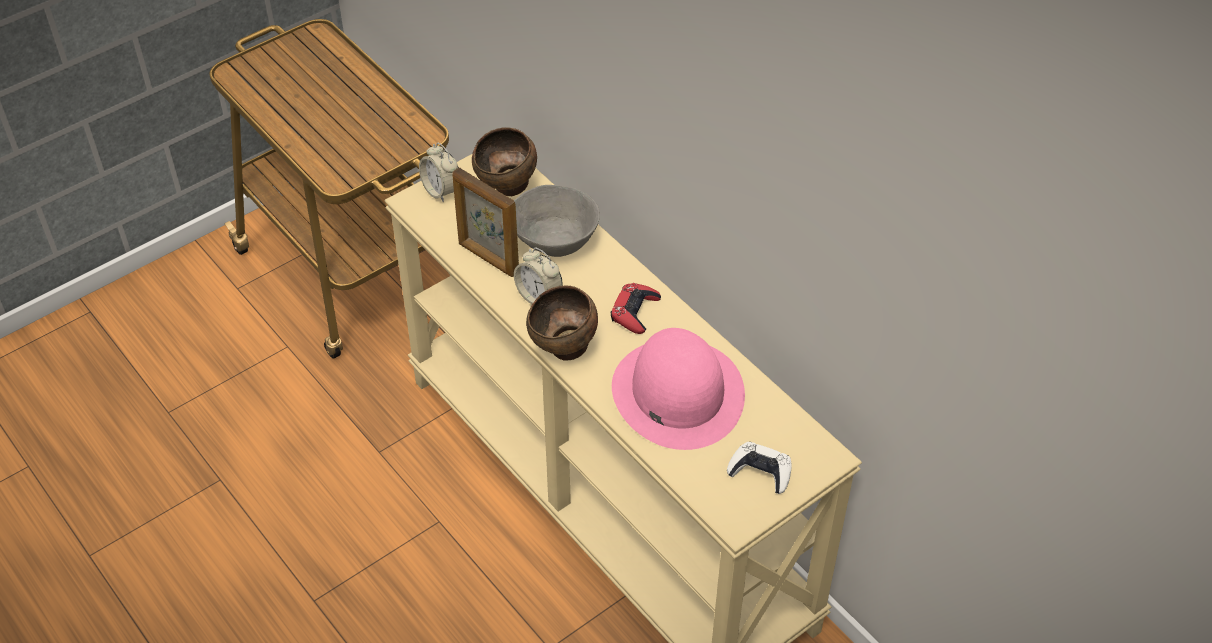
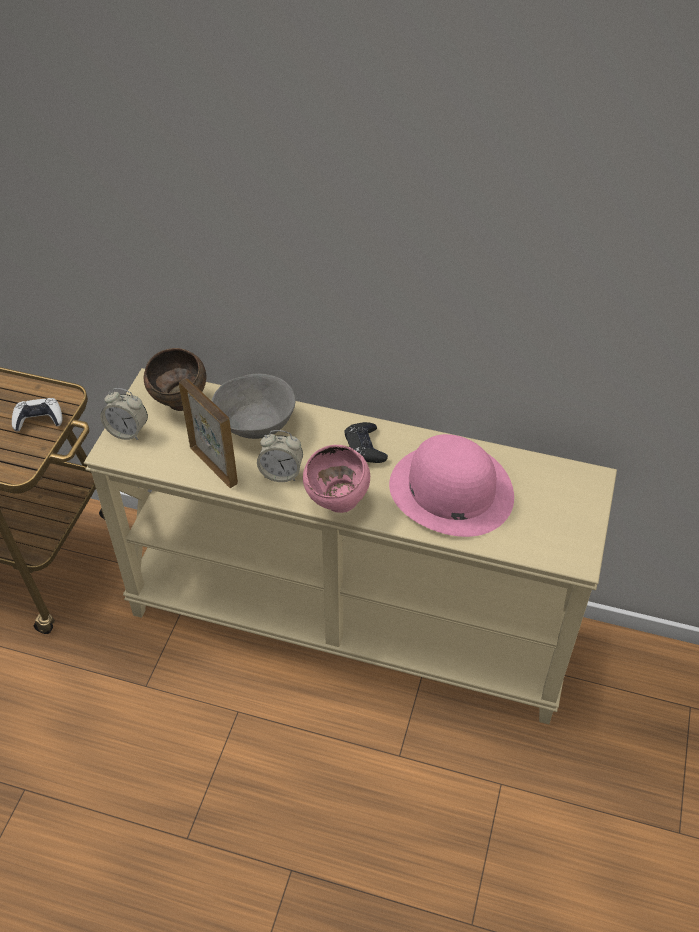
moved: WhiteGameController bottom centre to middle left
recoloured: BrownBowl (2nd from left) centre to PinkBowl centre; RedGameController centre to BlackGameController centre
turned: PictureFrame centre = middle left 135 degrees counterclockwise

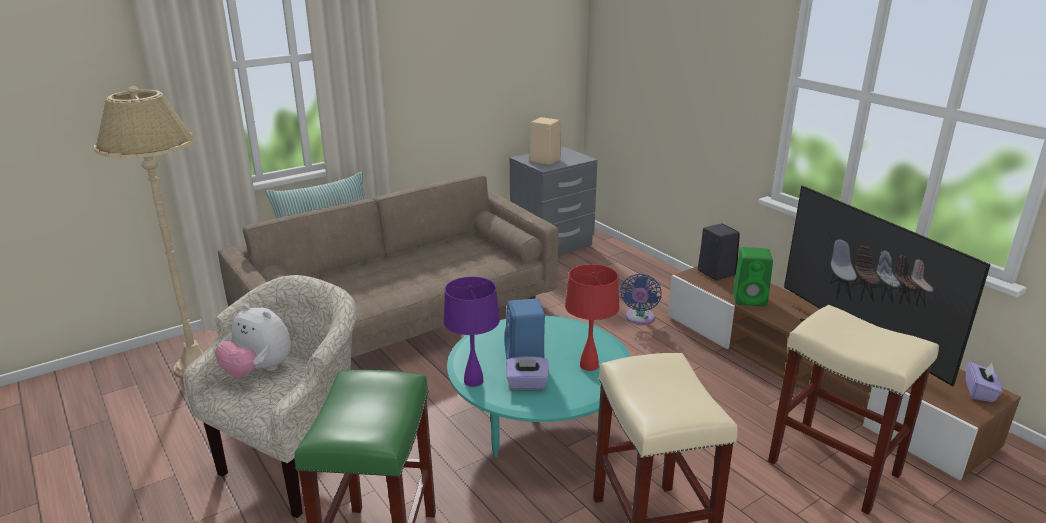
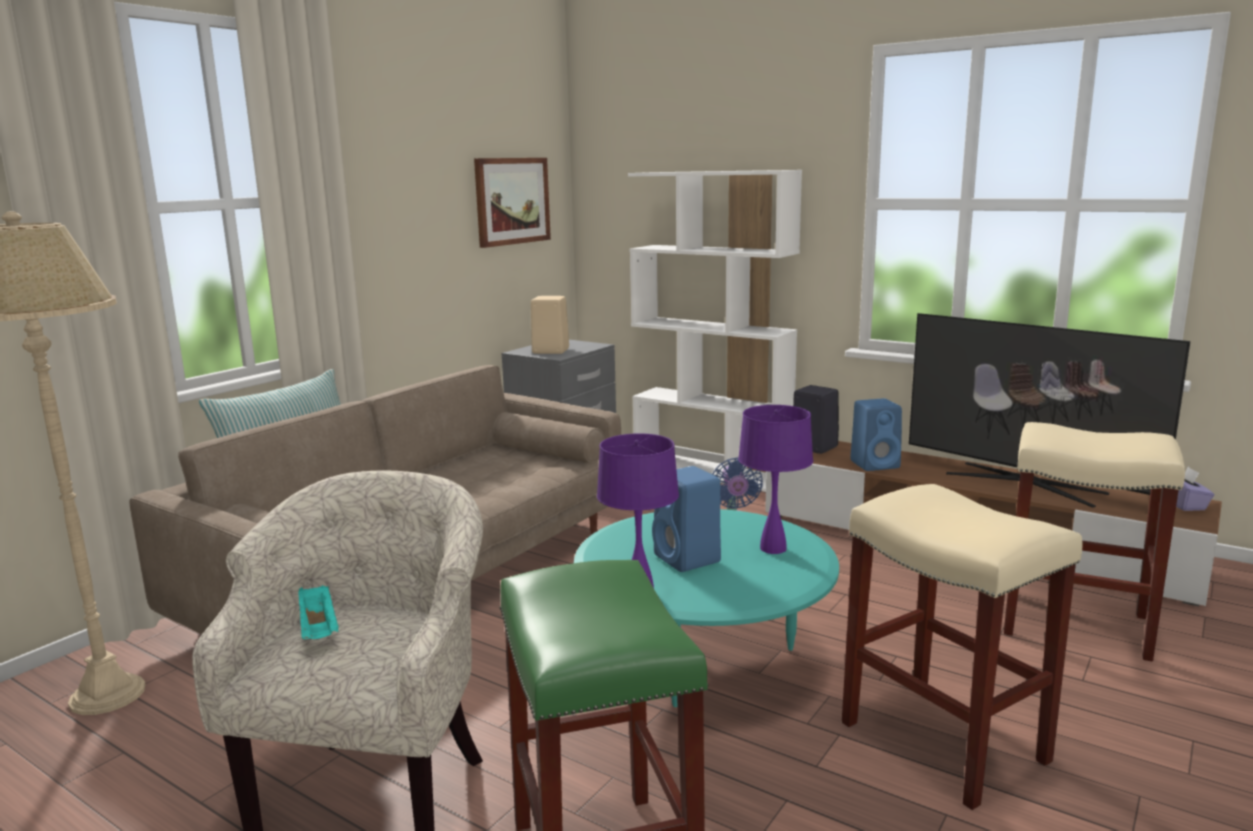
removed: PurpleTissueBox (1st from left) bottom centre
added: Picture top centre; WhiteBookcase centre
replaced: PlushToy middle left to TurquoiseTray bottom left
recoloured: RedTableLamp centre to PurpleTableLamp (2nd from left) centre; GreenSpeaker middle right to BlueSpeaker (2nd from left) middle right

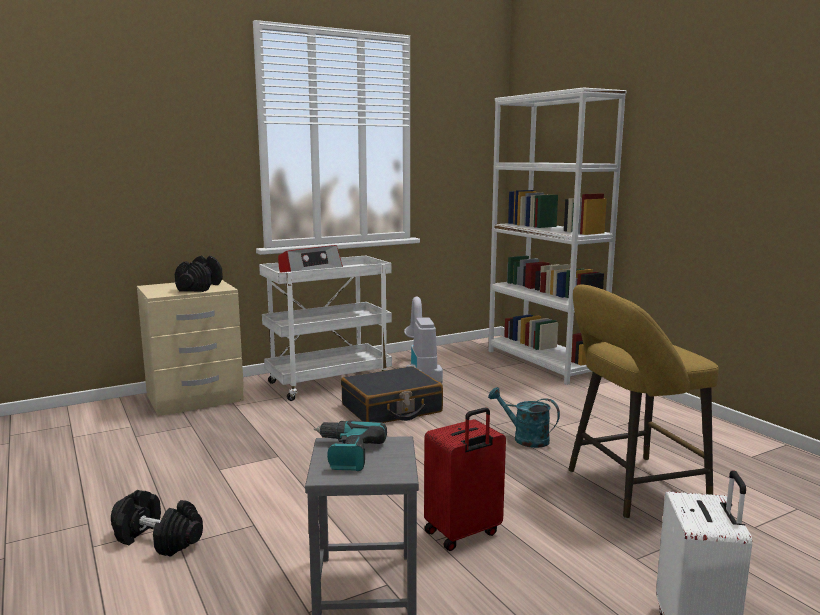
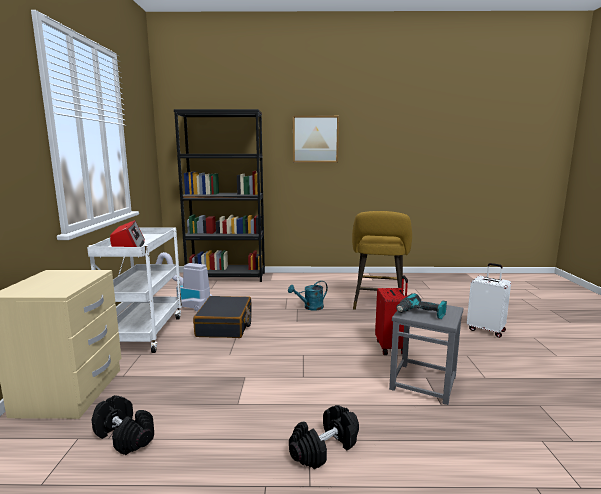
added: Picture top centre
moved: BlackDumbbell (2nd from left in the first image) middle left to BlackDumbbell (1st from left) bottom left
recoloured: WhiteBookcase middle right to BlackBookcase centre

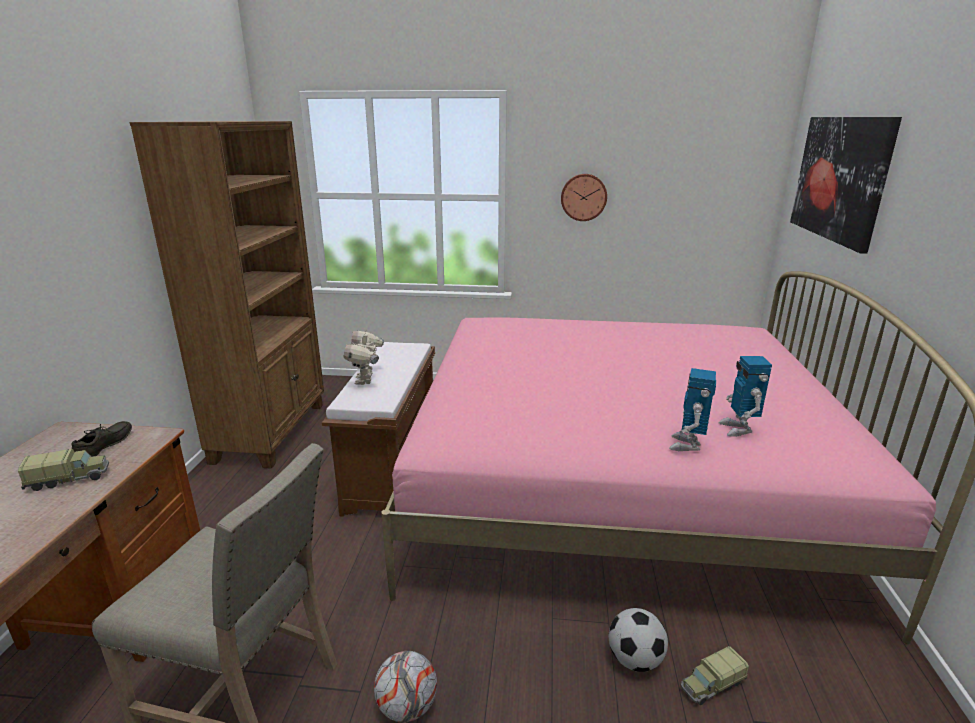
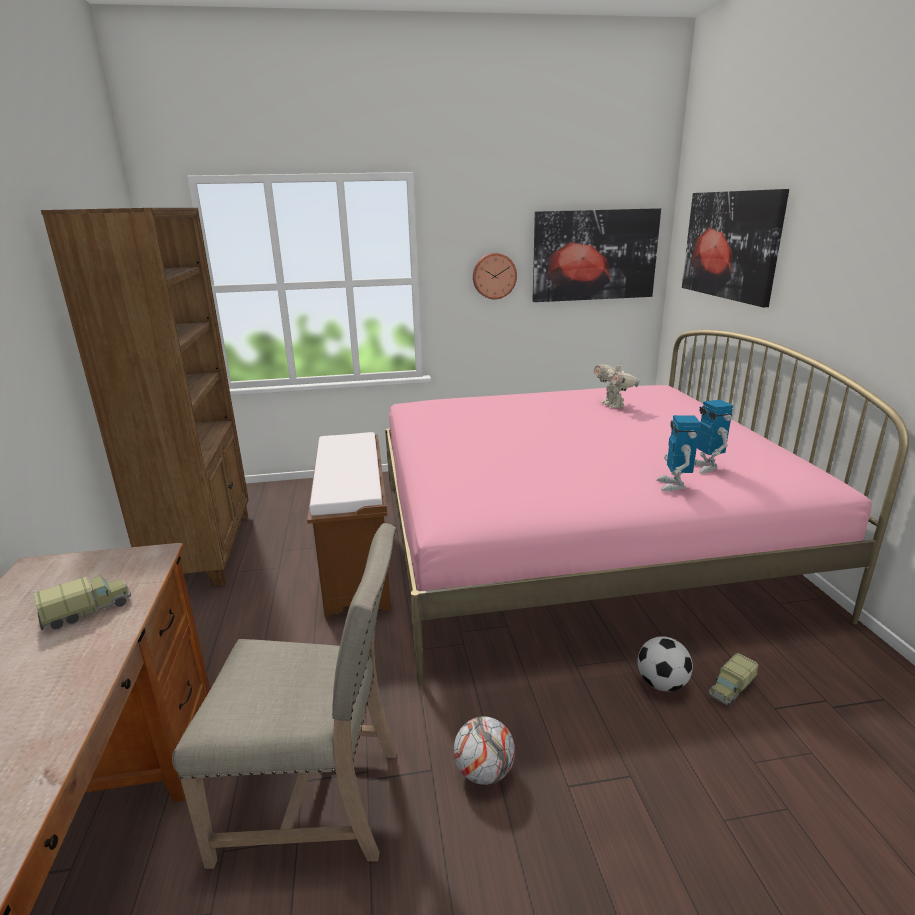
removed: GreyShoe middle left
added: Picture (1st from left) top centre
moved: ToyRobot (1st from left) centre to middle right

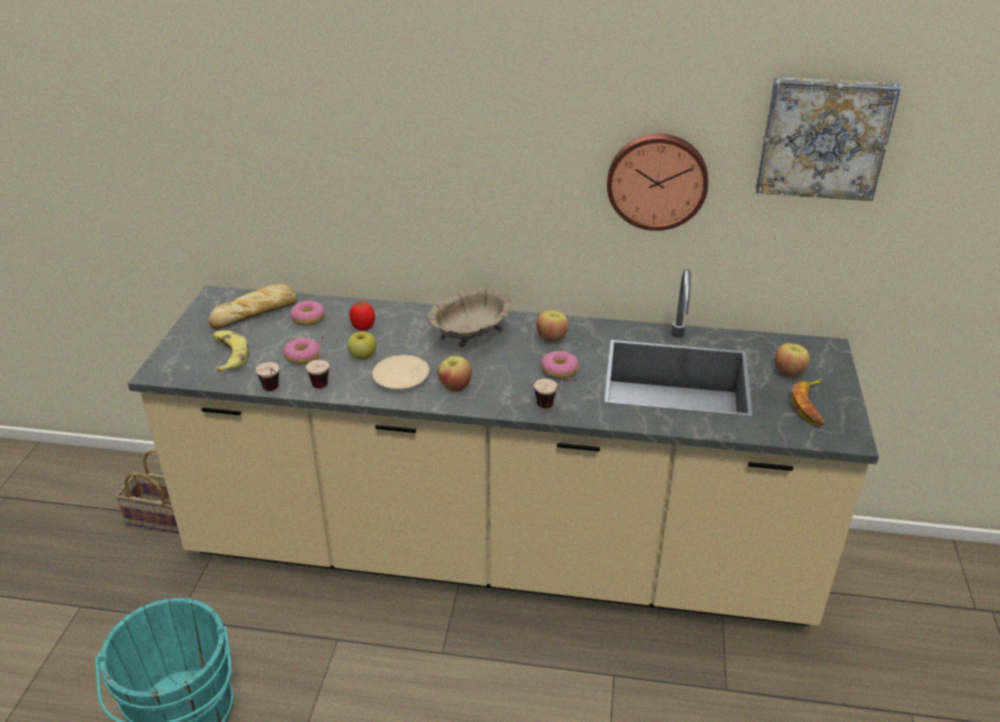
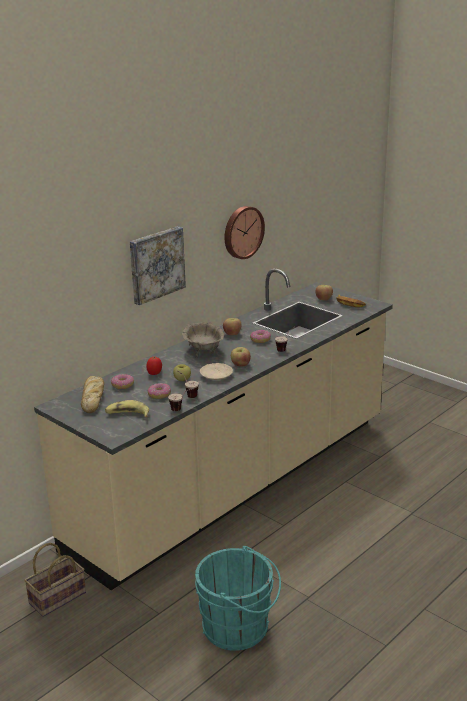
moved: Picture top right to centre

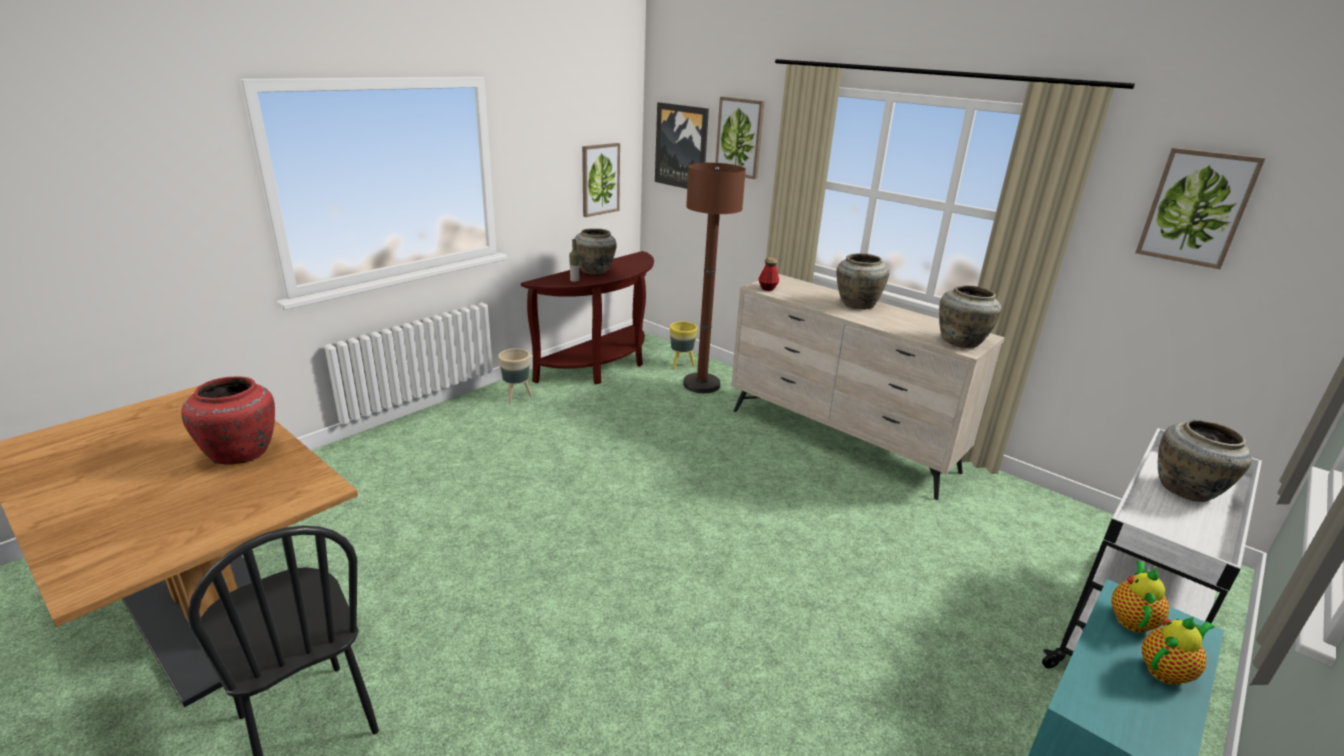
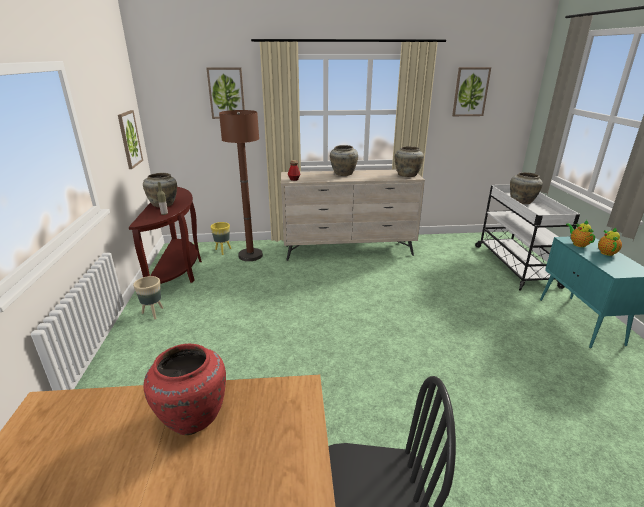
removed: Picture (2nd from left) top centre

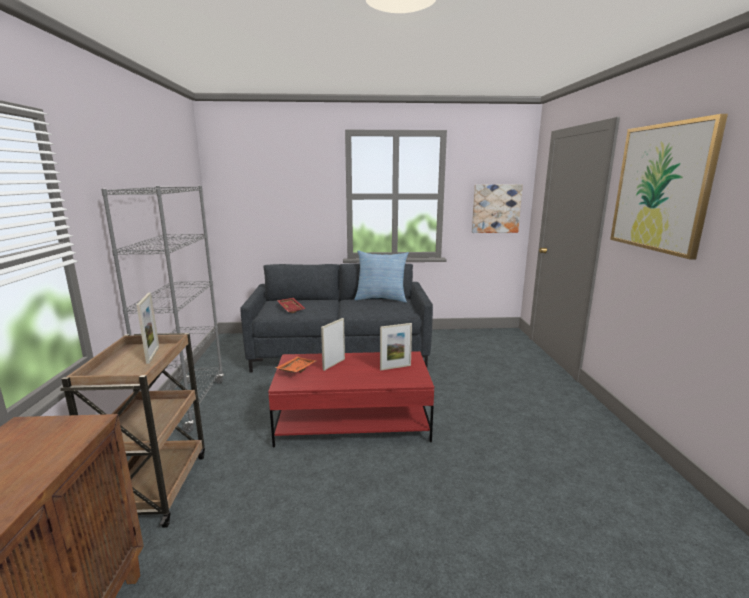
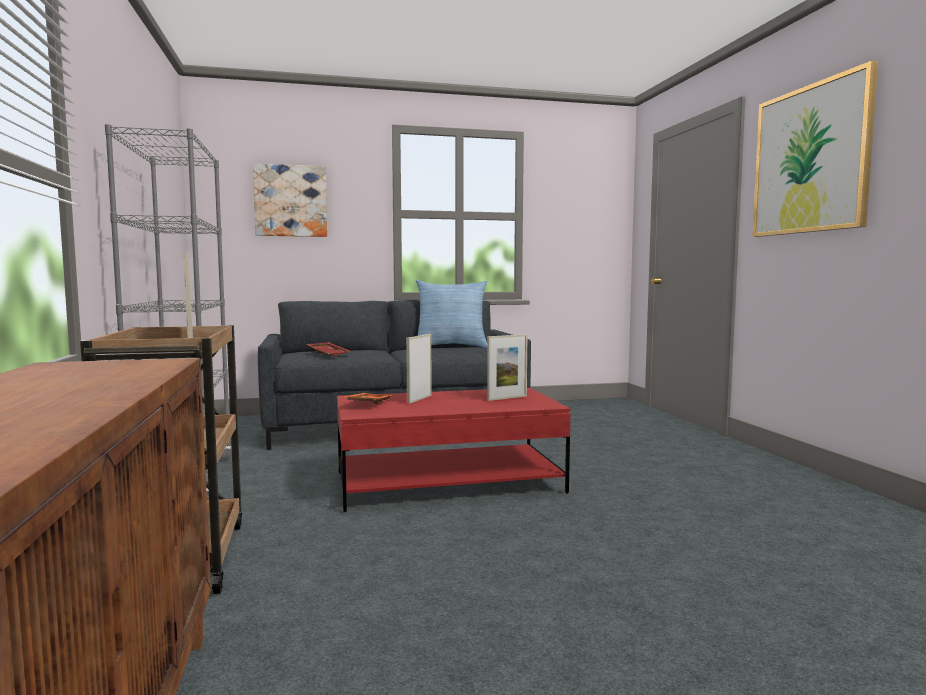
moved: Picture (1st from left) centre to top left

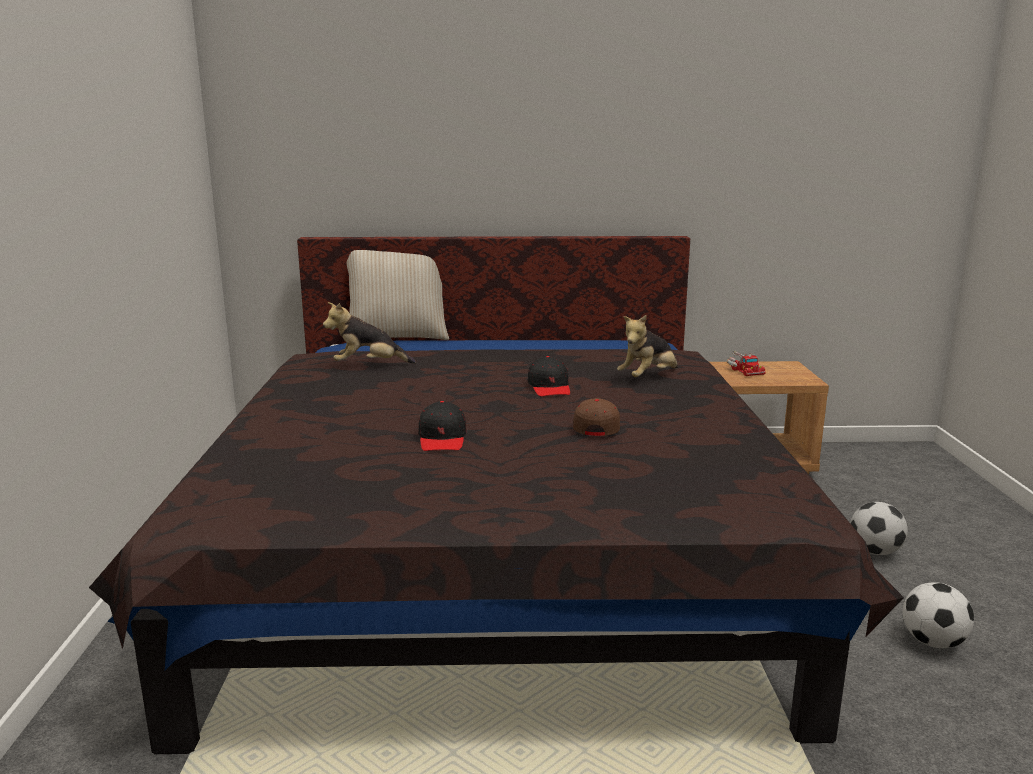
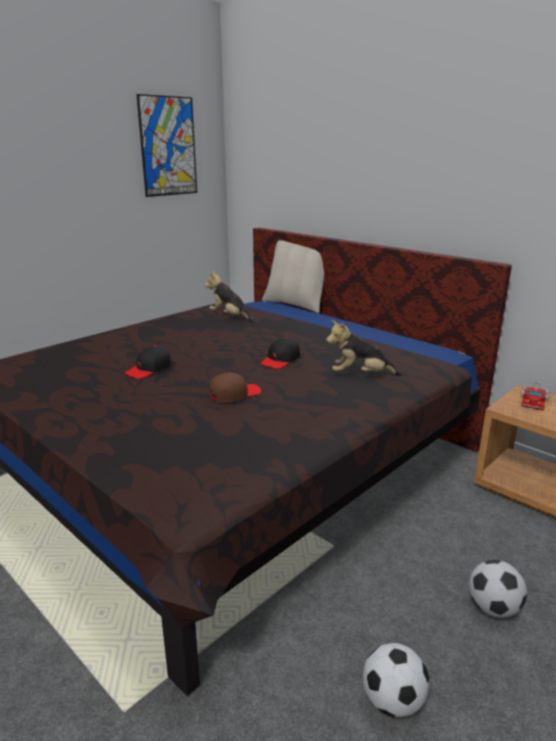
added: Picture top left

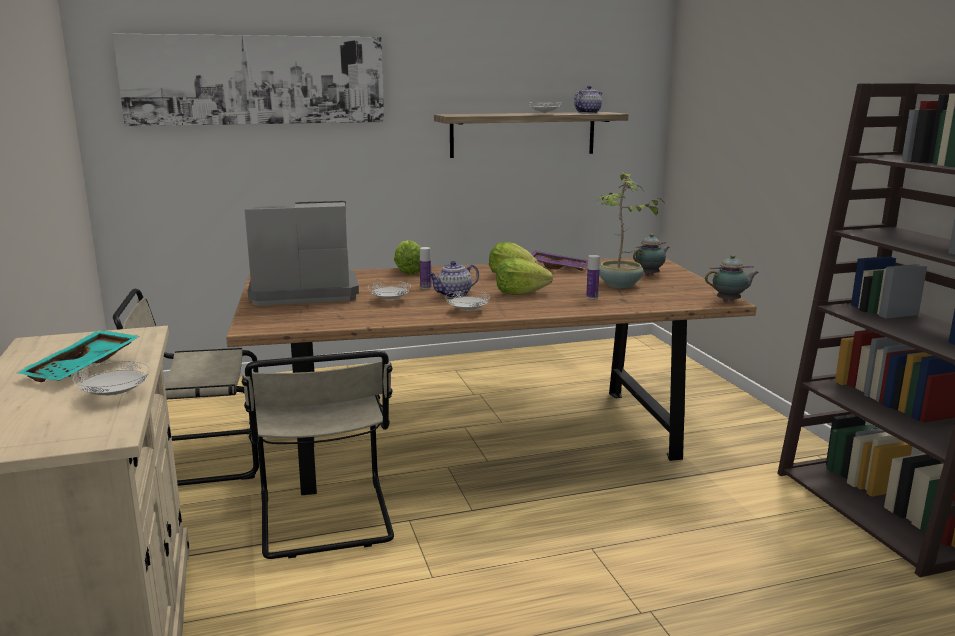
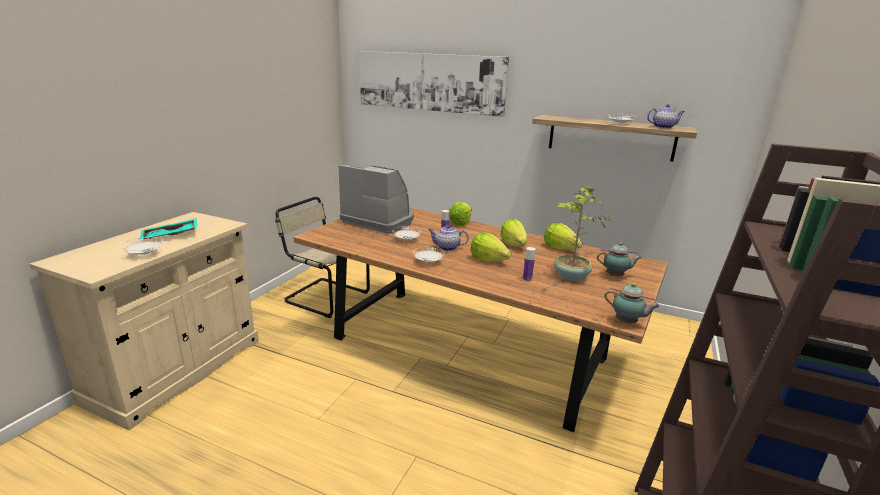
removed: BeigeChair (2nd from left) bottom left
replaced: PurpleTray centre to Lettuce (4th from left) centre

